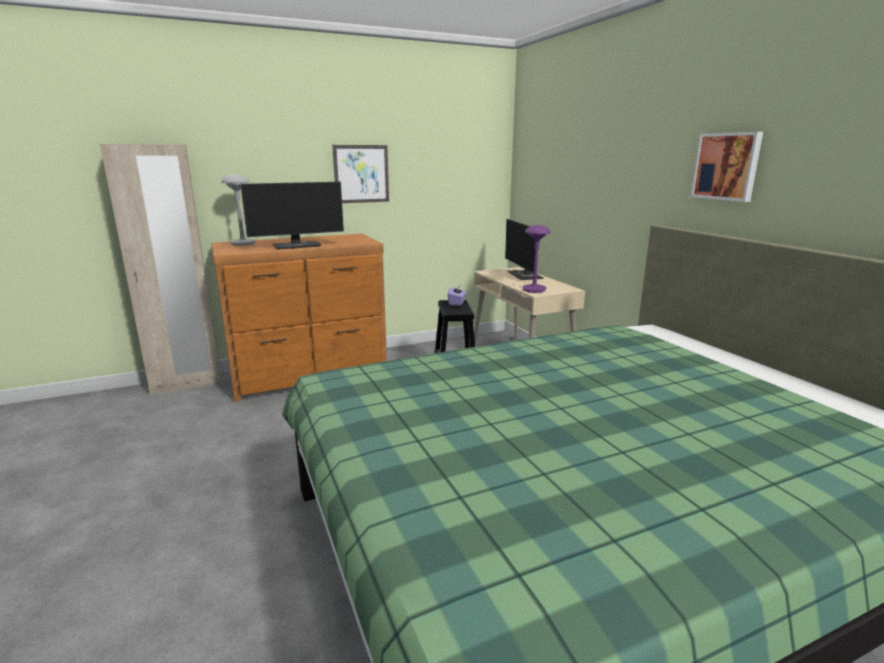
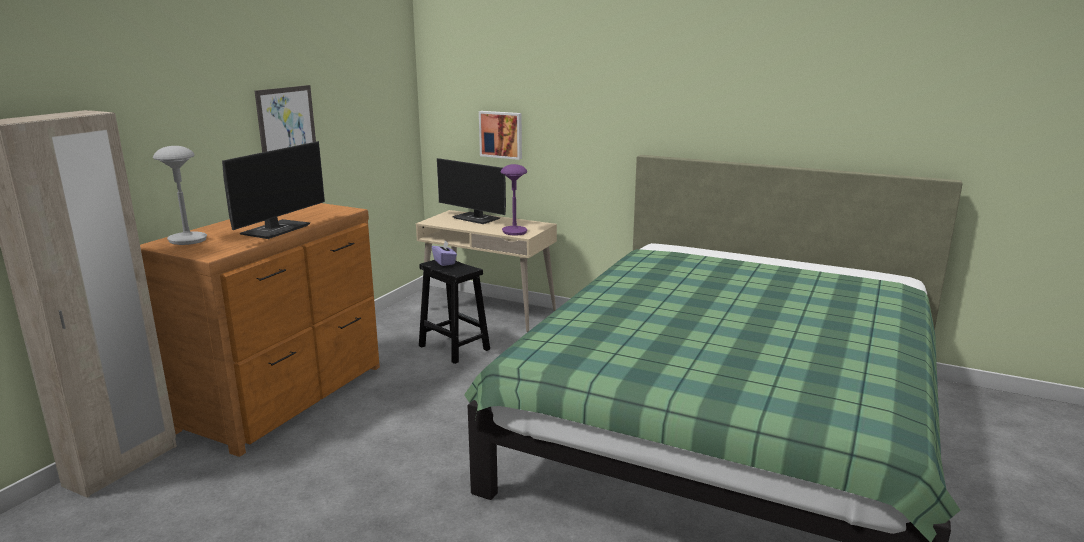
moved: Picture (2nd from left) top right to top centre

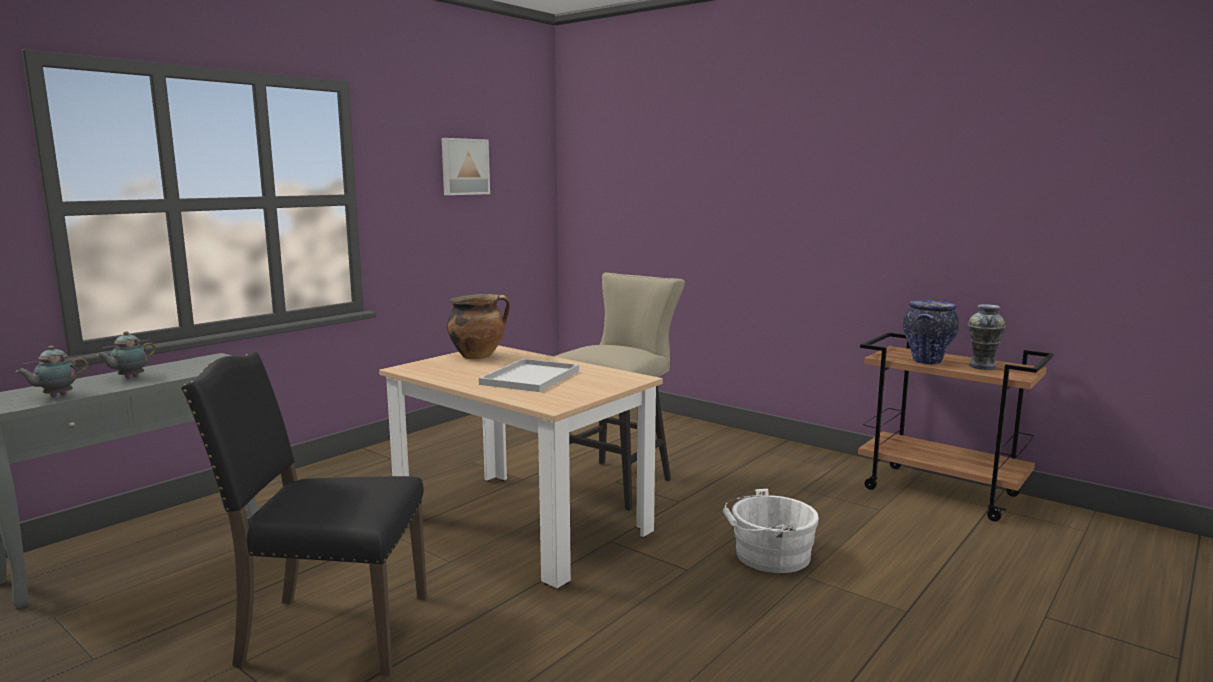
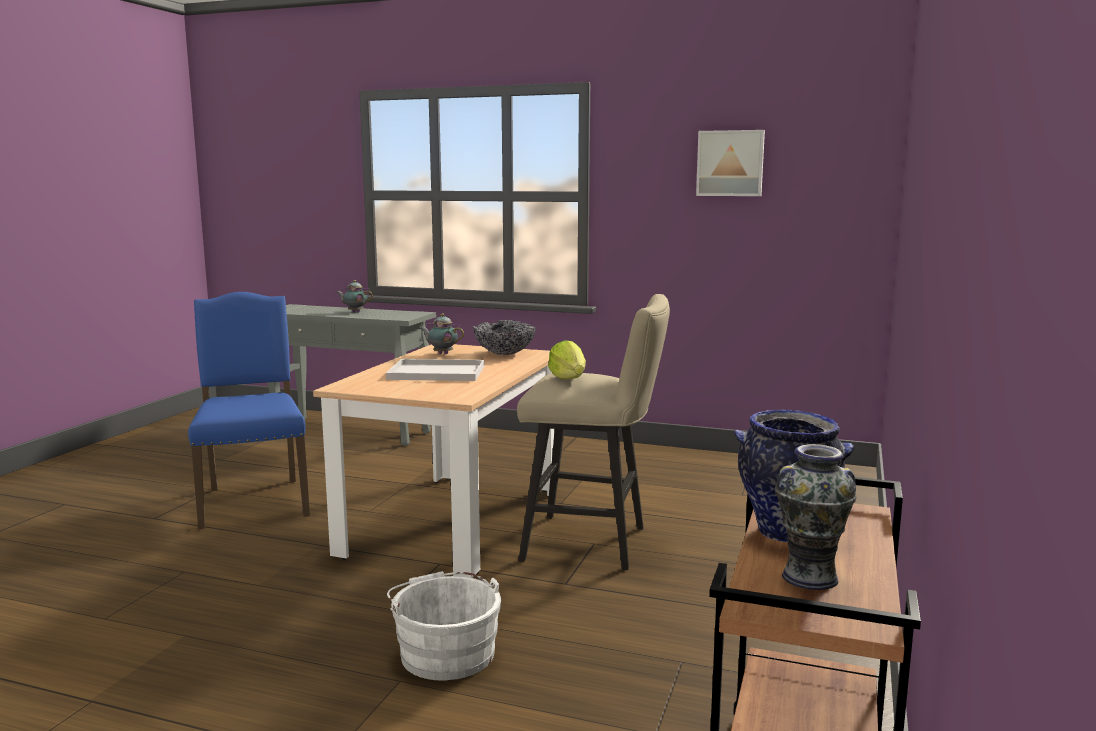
added: Lettuce centre
moved: Teapot (1st from left in the first image) middle left to Teapot (2nd from left) centre
replaced: CookingPot centre to Bowl centre
recoloured: BlackChair bottom left to BlueChair middle left

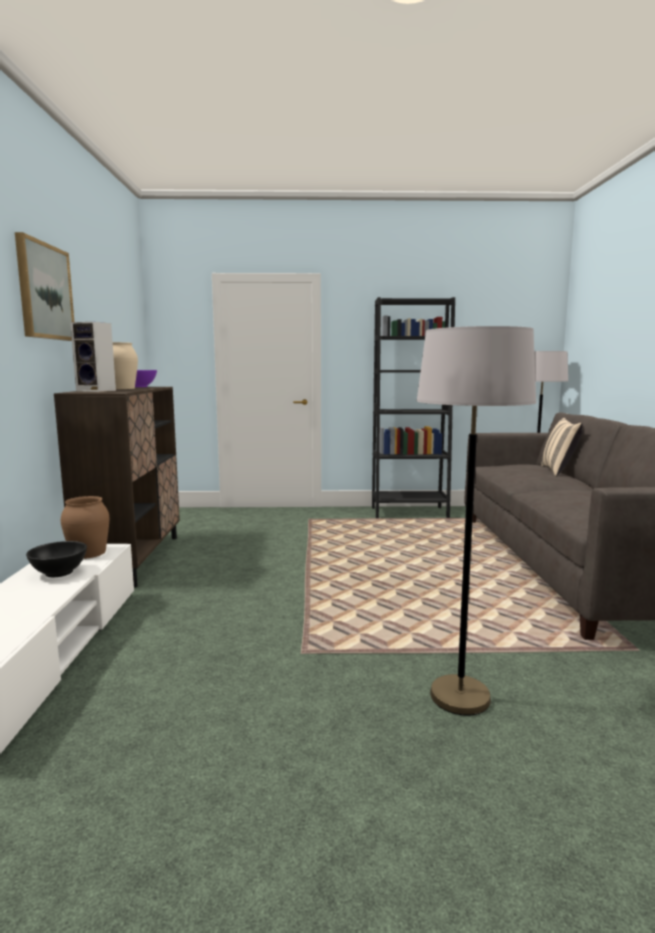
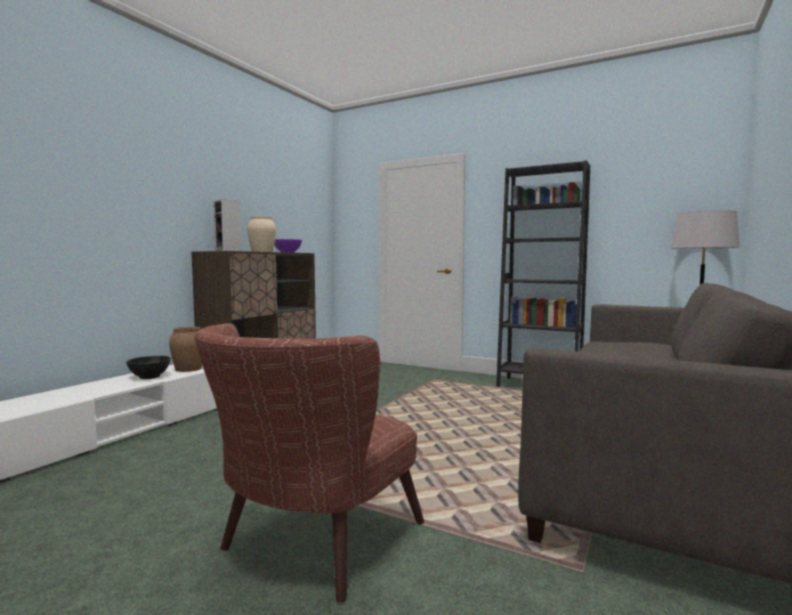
removed: Picture top left; BeigePillow middle right
replaced: GreyFloorLamp (1st from left) middle right to BrownArmchair bottom centre

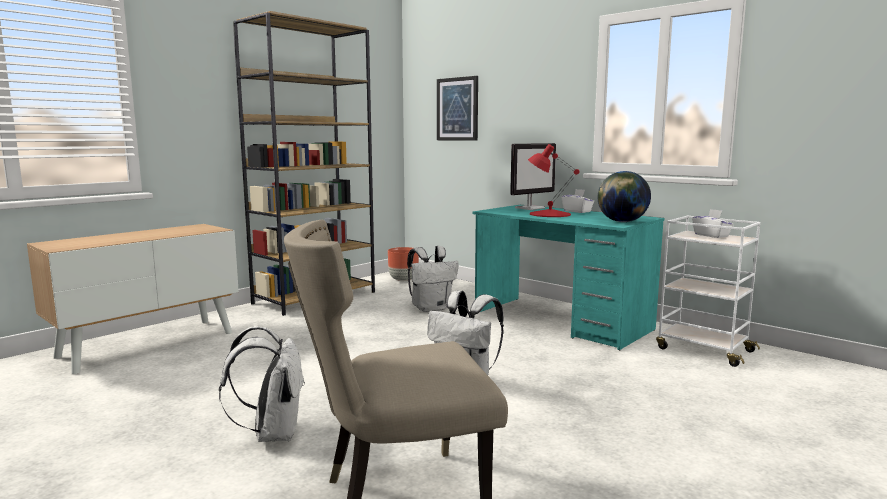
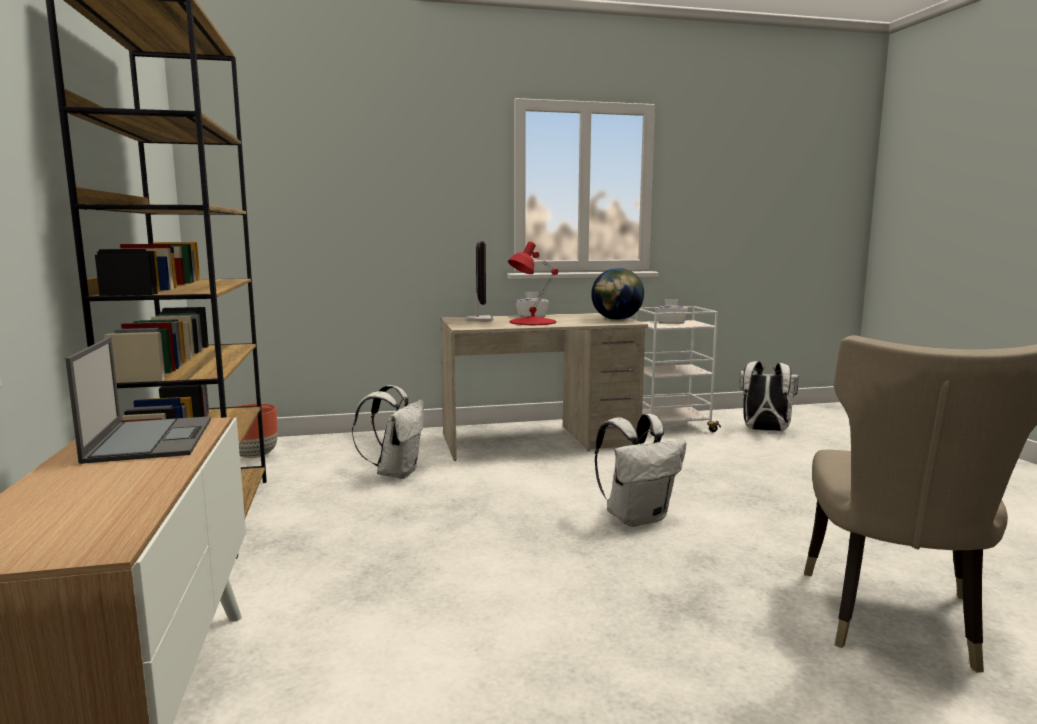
removed: Picture top centre
added: Laptop middle left
moved: WhiteBackpack (1st from left in the first image) bottom left to WhiteBackpack (3rd from left) middle right
recoloured: TurquoiseDesk centre to BeigeDesk centre

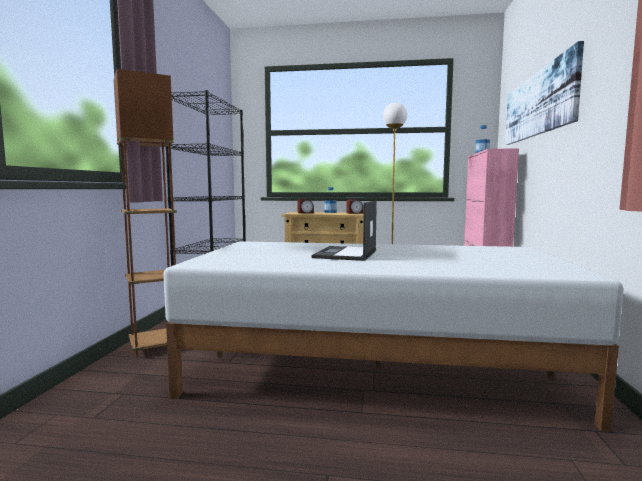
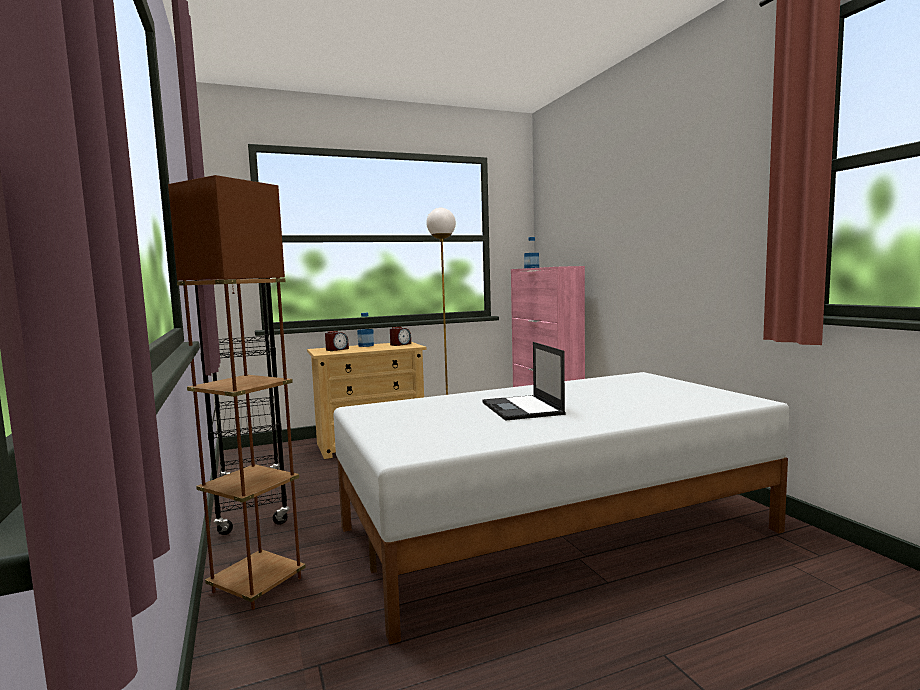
removed: Picture top right

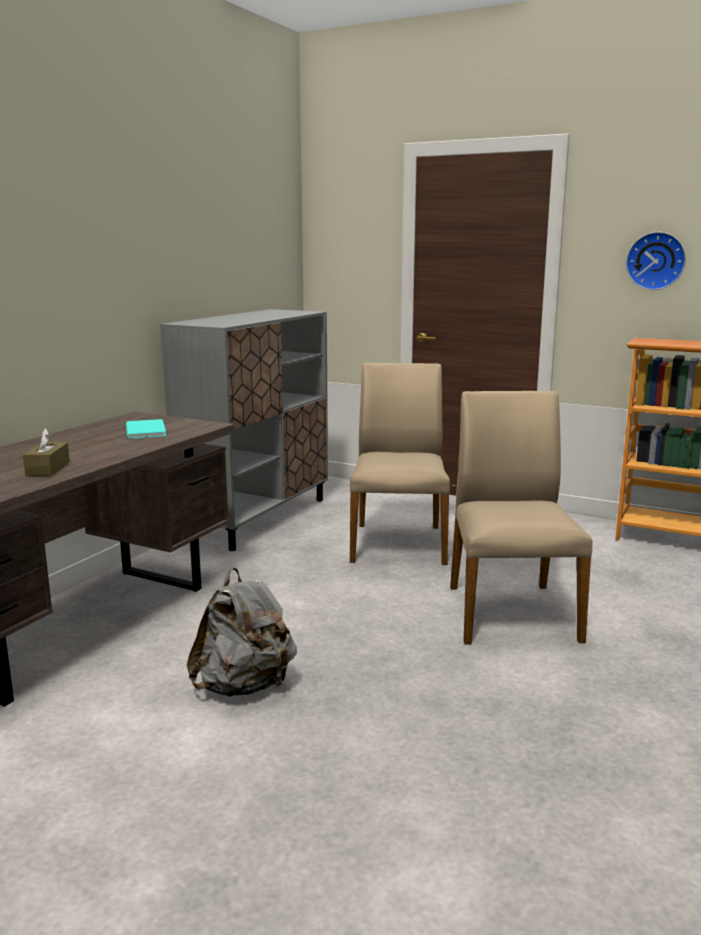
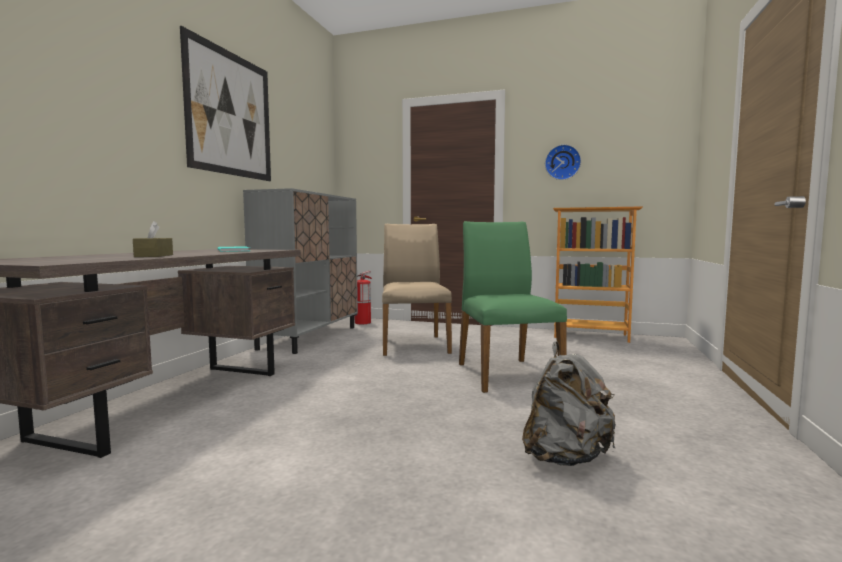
added: Picture top left; FireExtinguisher centre
moved: GreyBackpack bottom centre to bottom right
recoloured: BeigeChair (2nd from left) middle right to GreenChair centre

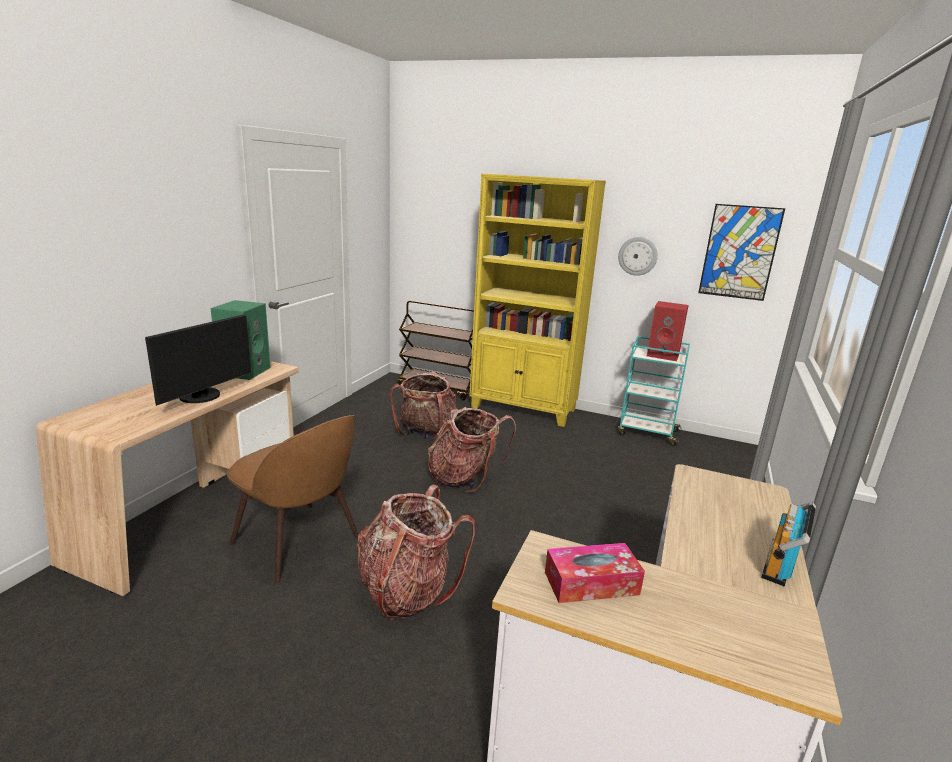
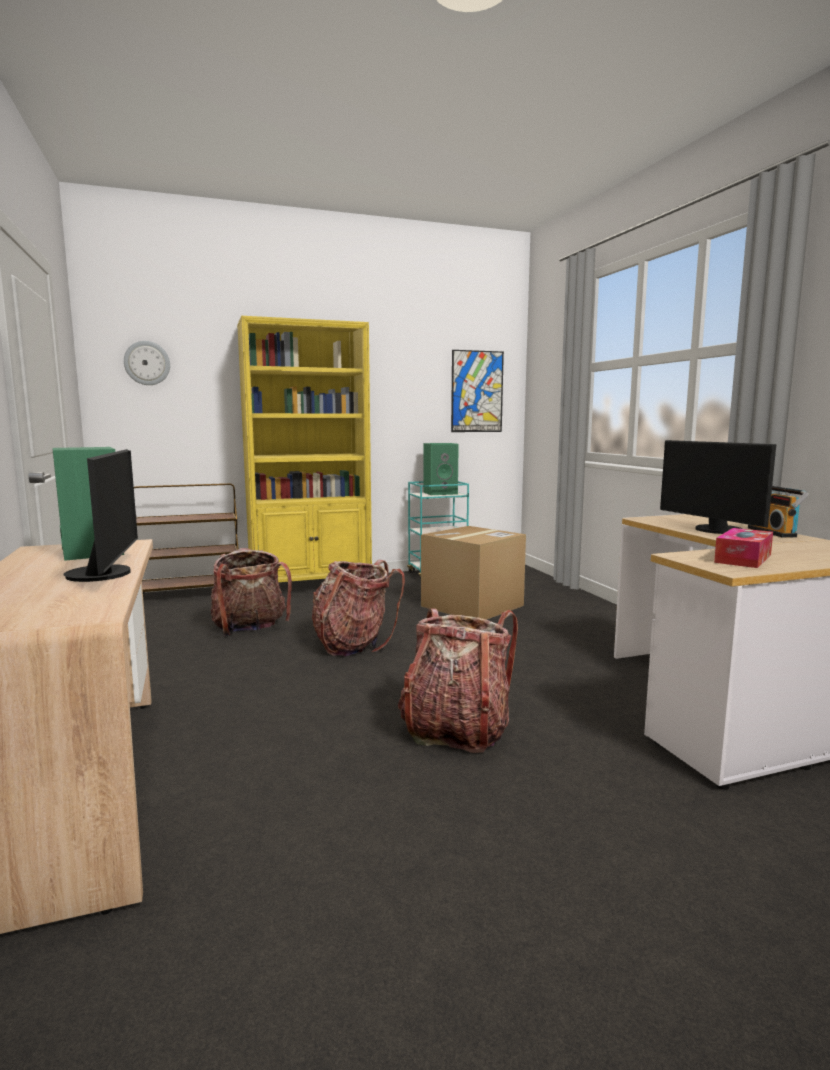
removed: BrownChair middle left
added: CardboardBox centre; Monitor (2nd from left) middle right
moved: WallClock middle right to middle left
recoloured: RedSpeaker middle right to GreenSpeaker (2nd from left) centre

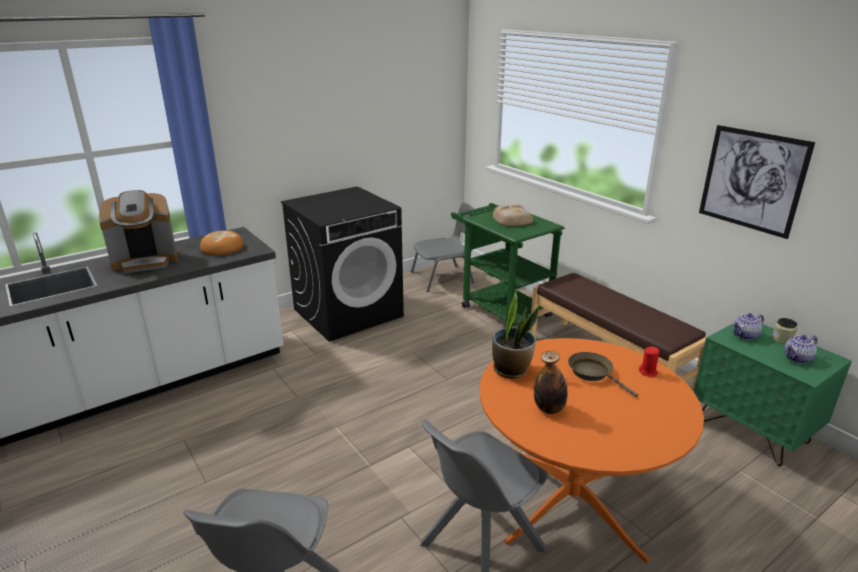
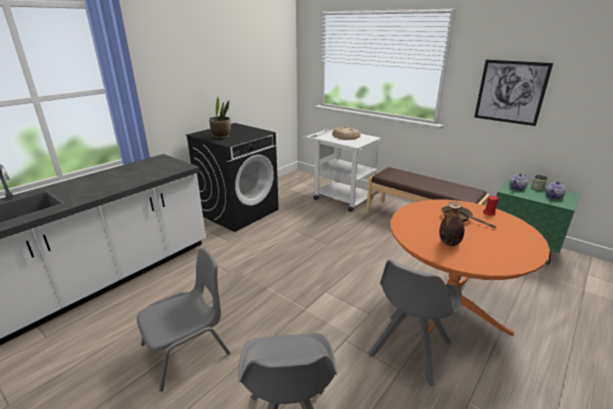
removed: CoffeeMachine middle left; Bread (1st from left) middle left
moved: GreyChair (2nd from left in the first image) centre to GreyChair (1st from left) bottom left; PottedPlant centre to top centre
recoloured: GreenCart centre to WhiteCart centre

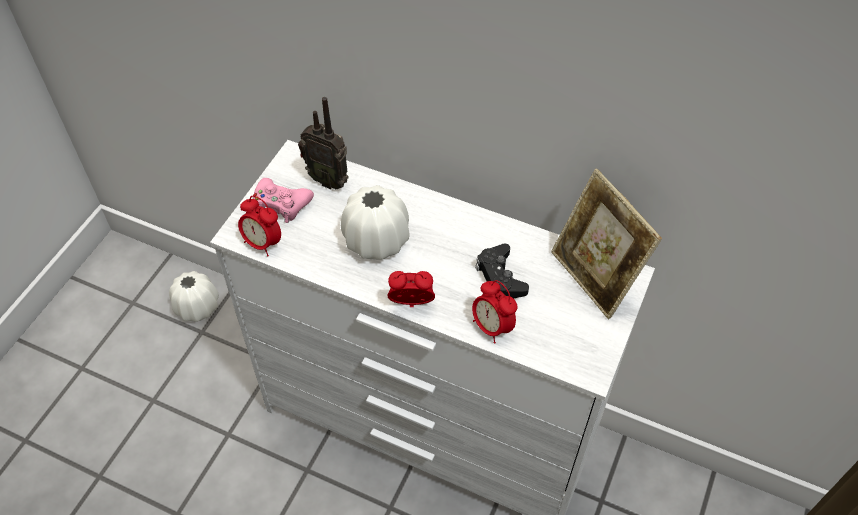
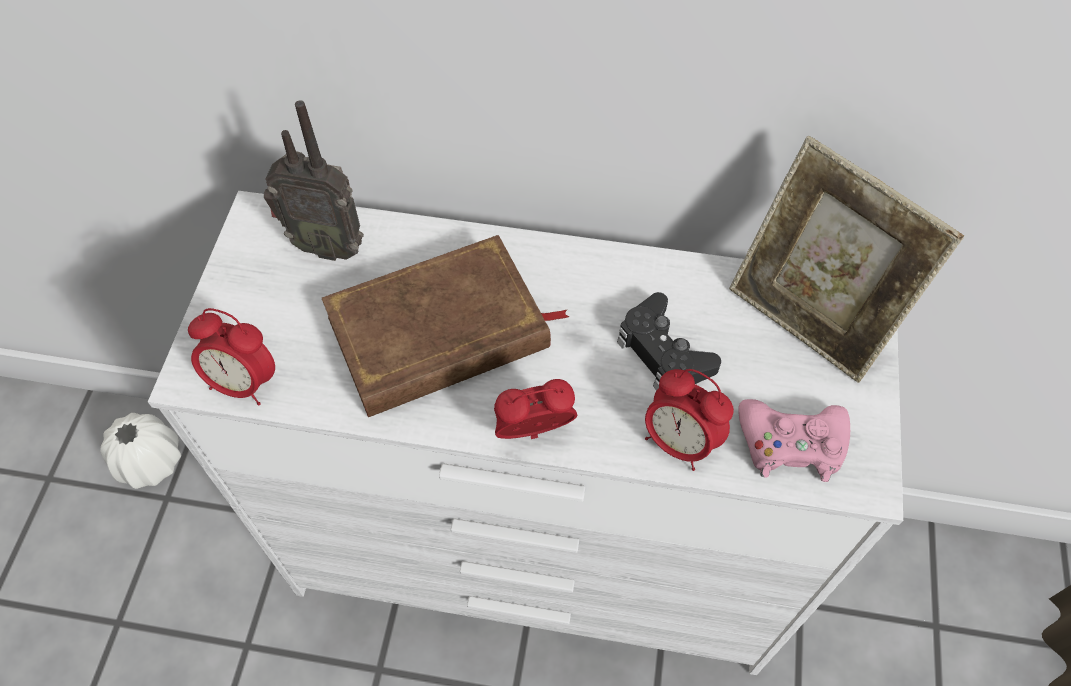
moved: PinkGameController middle left to middle right
replaced: WhiteVase (2nd from left) centre to BrownBook centre

